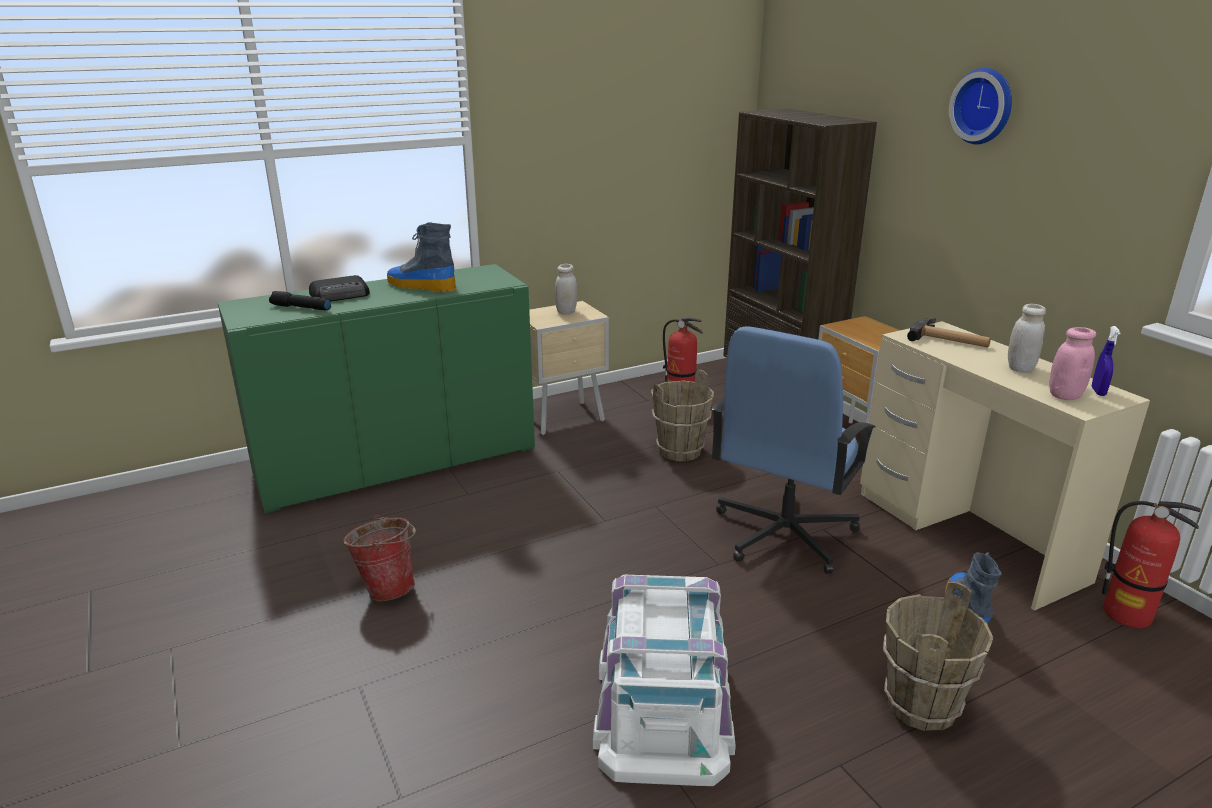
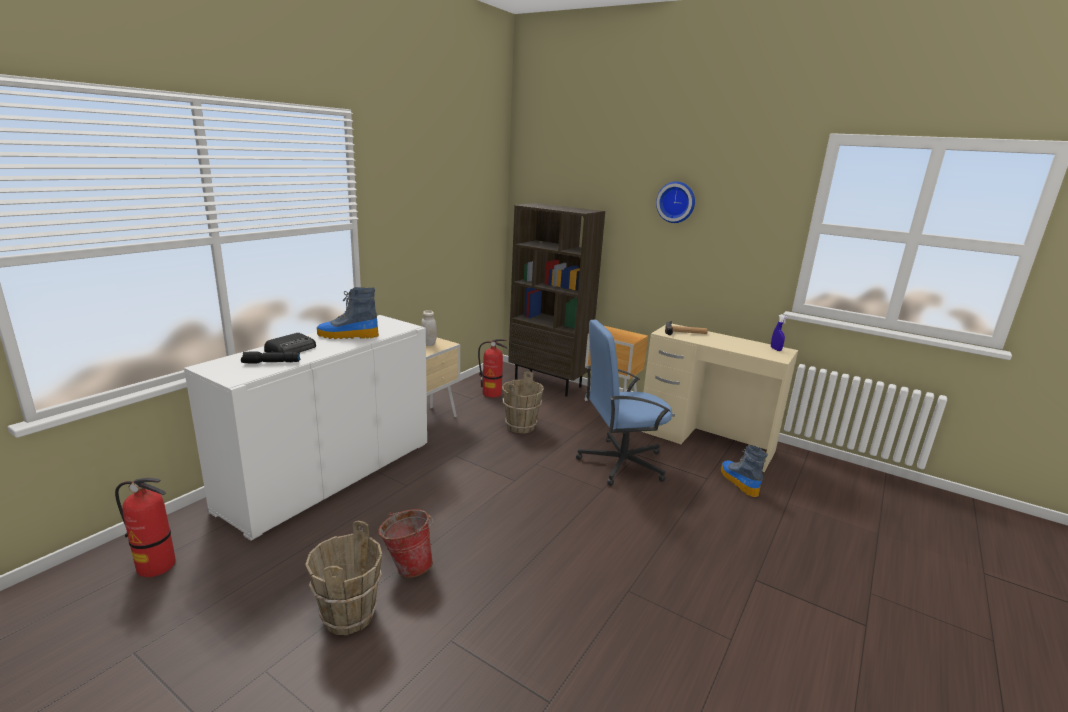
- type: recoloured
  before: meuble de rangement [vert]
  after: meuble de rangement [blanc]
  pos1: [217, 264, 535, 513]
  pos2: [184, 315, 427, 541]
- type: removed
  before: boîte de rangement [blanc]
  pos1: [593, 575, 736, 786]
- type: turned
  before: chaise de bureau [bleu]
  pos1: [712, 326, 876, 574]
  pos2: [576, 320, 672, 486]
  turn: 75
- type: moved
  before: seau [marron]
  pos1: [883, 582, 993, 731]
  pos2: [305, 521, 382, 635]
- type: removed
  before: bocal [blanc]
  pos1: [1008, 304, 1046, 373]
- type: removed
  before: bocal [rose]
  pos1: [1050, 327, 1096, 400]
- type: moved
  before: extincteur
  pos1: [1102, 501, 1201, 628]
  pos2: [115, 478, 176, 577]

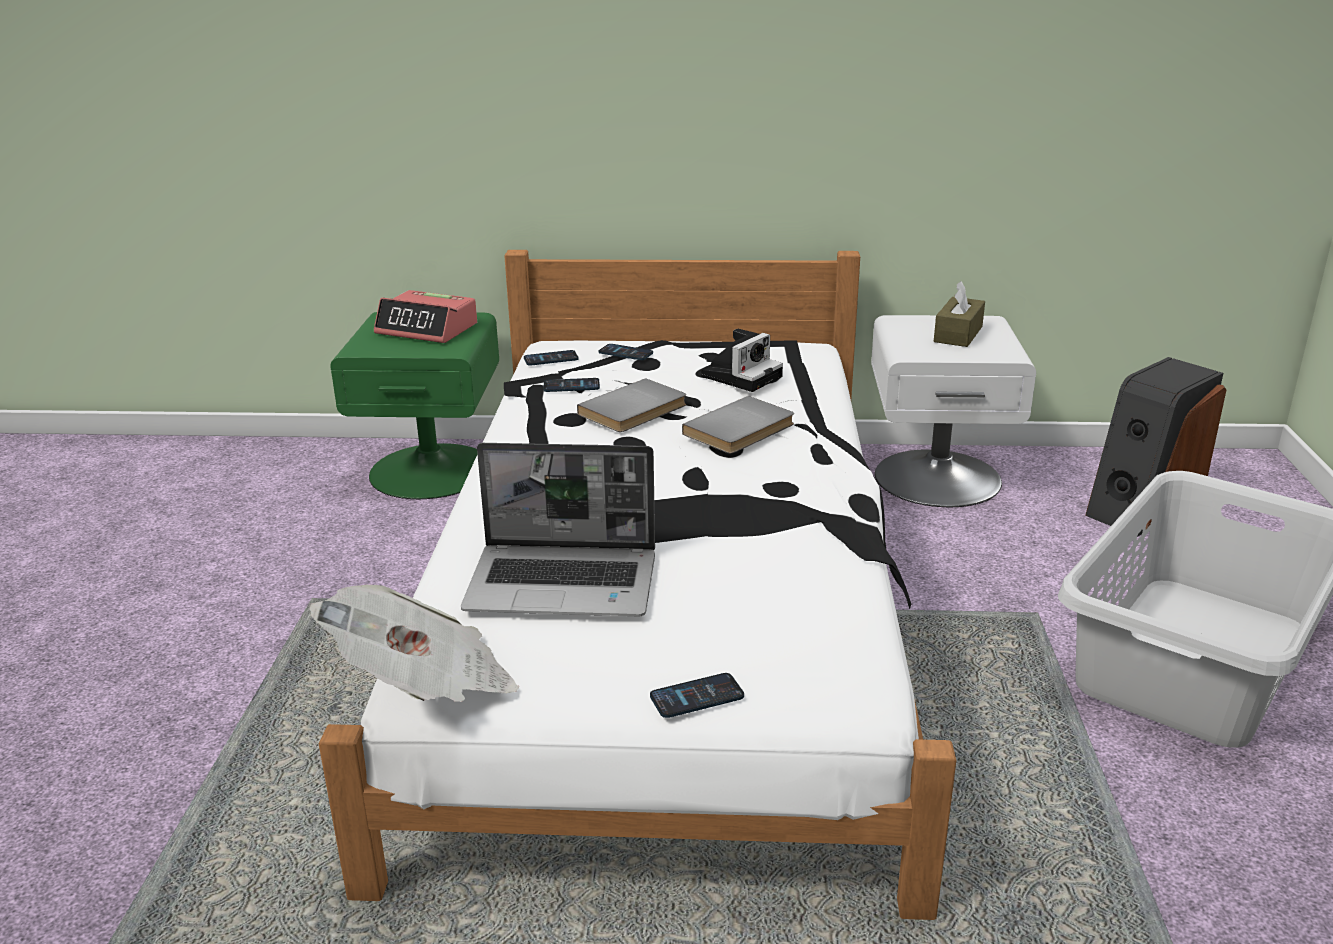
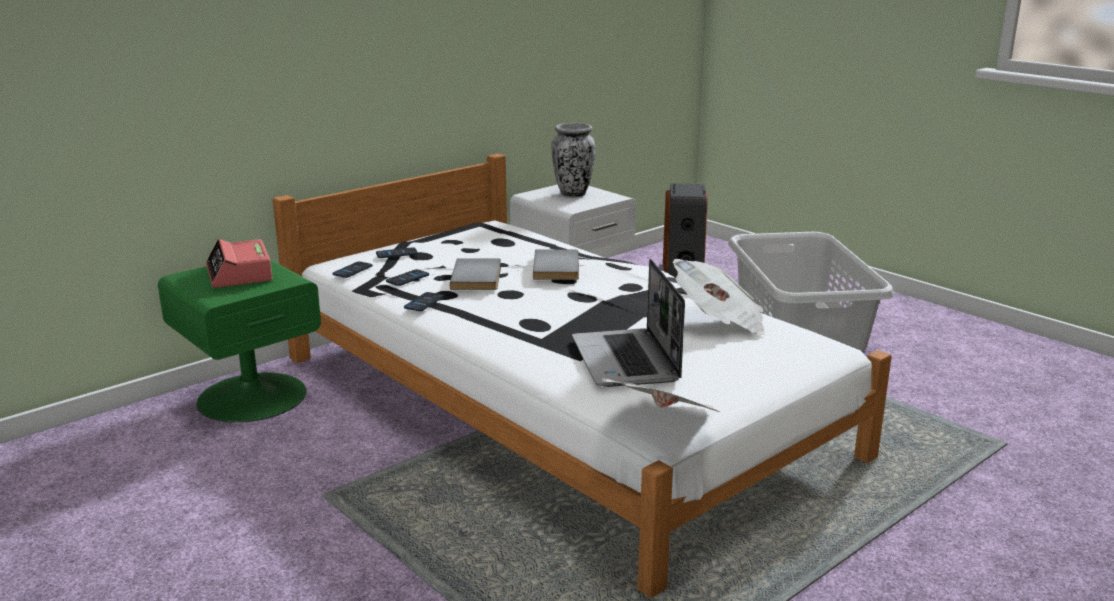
- type: turned
  before: réveil
  pos1: [374, 290, 477, 343]
  pos2: [206, 239, 273, 288]
  turn: 90
- type: turned
  before: ordinateur portable
  pos1: [461, 443, 655, 616]
  pos2: [572, 259, 685, 387]
  turn: 120
- type: moved
  before: téléphone
  pos1: [650, 673, 744, 718]
  pos2: [404, 292, 444, 311]
- type: removed
  before: appareil photo
  pos1: [701, 329, 783, 392]
- type: replaced
  before: boîte à mouchoirs [marron]
  after: vase
  pos1: [934, 281, 985, 347]
  pos2: [551, 123, 596, 197]
- type: added
  after: journal
  pos2: [673, 259, 765, 335]

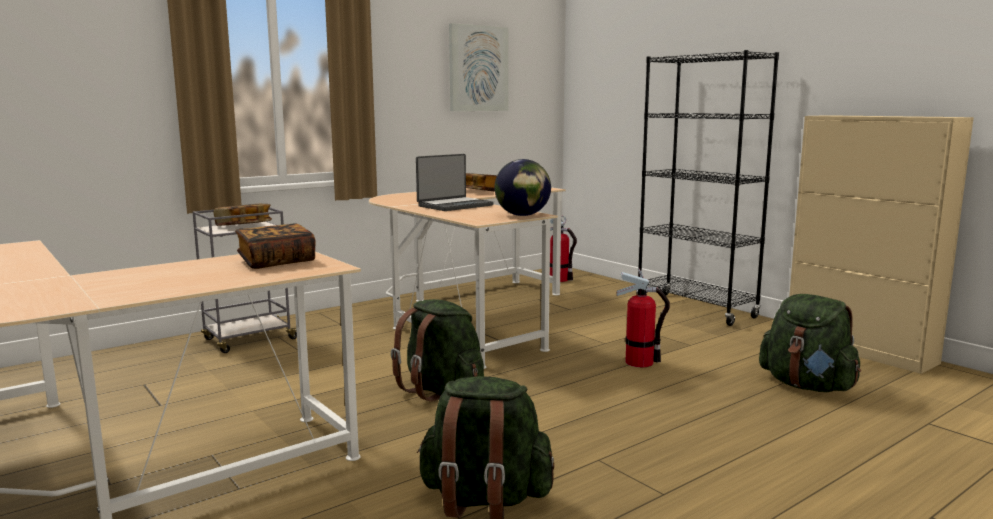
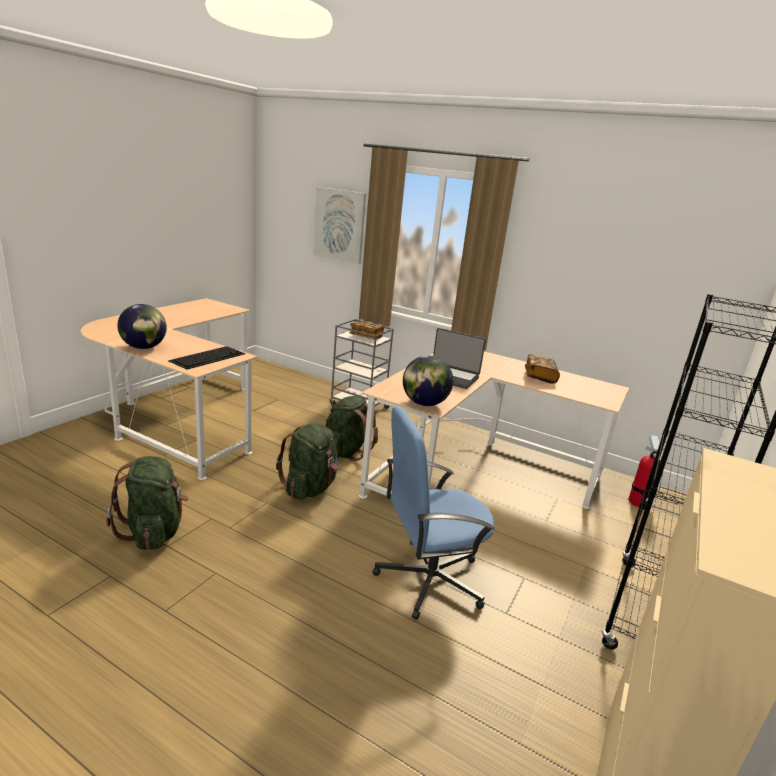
- type: replaced
  before: livre
  after: clavier
  pos1: [235, 223, 316, 269]
  pos2: [168, 346, 245, 370]
- type: moved
  before: tableau
  pos1: [449, 23, 508, 111]
  pos2: [314, 187, 366, 264]
- type: replaced
  before: extincteur
  after: chaise de bureau [bleu]
  pos1: [617, 268, 670, 367]
  pos2: [373, 406, 495, 620]
- type: moved
  before: sac à dos [vert]
  pos1: [759, 294, 861, 392]
  pos2: [326, 396, 378, 461]
- type: added
  after: globe
  pos2: [117, 304, 167, 349]

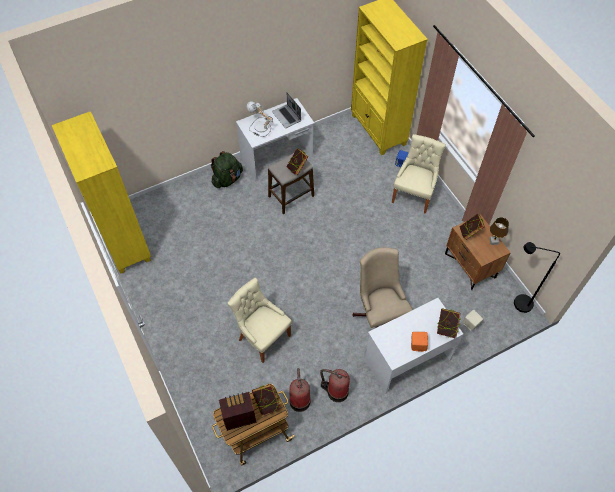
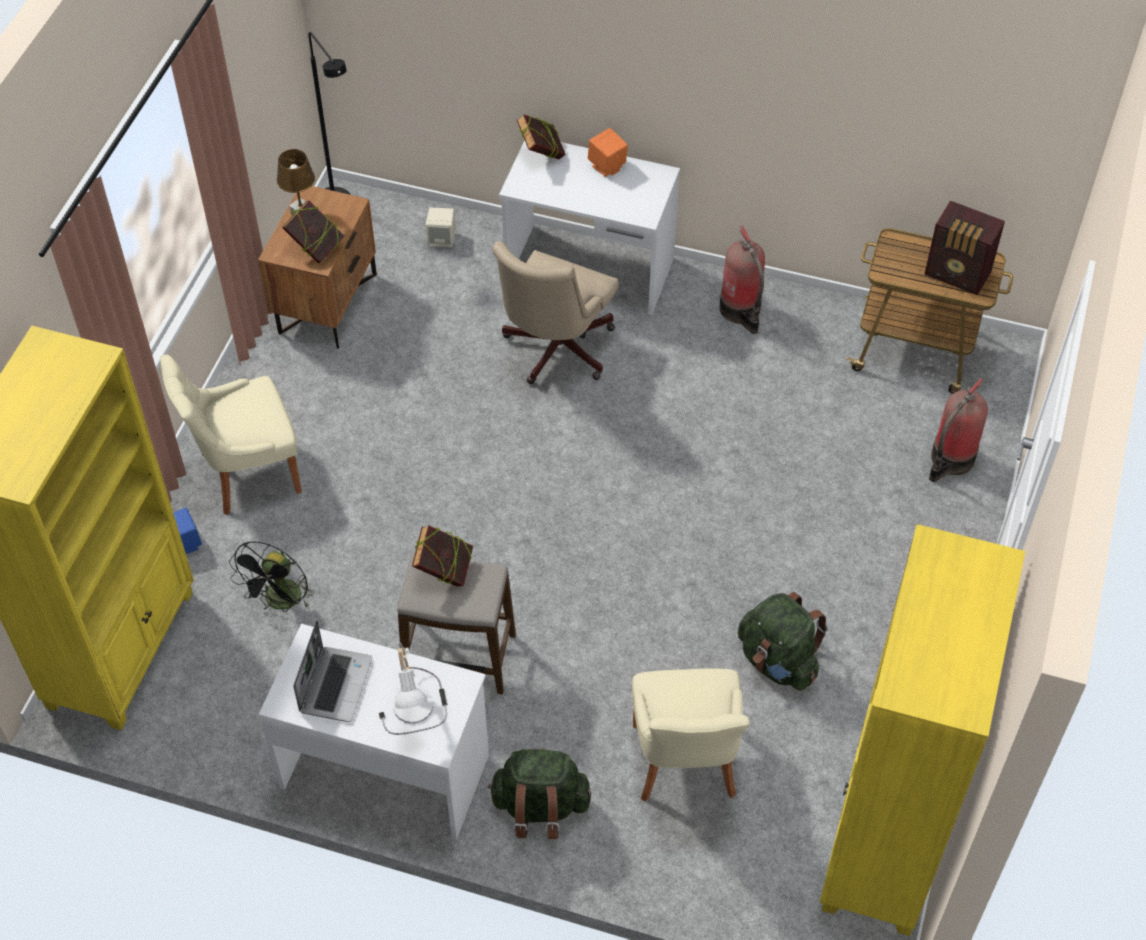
- type: moved
  before: chaise [beige]
  pos1: [227, 278, 292, 363]
  pos2: [632, 669, 750, 802]
- type: removed
  before: livre
  pos1: [252, 384, 280, 415]
- type: moved
  before: extincteur
  pos1: [289, 368, 311, 412]
  pos2: [929, 378, 988, 482]
- type: added
  after: ventilateur [noir]
  pos2: [229, 541, 314, 612]
- type: added
  after: sac à dos [vert]
  pos2: [738, 592, 828, 691]

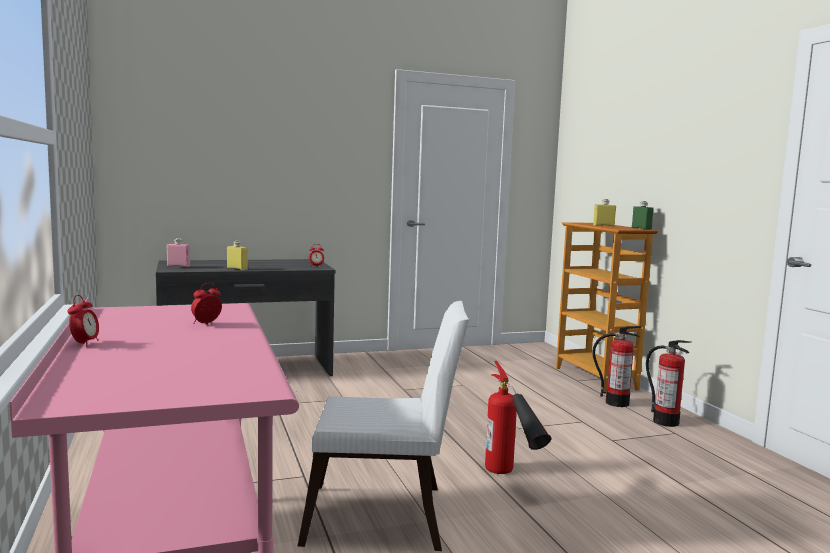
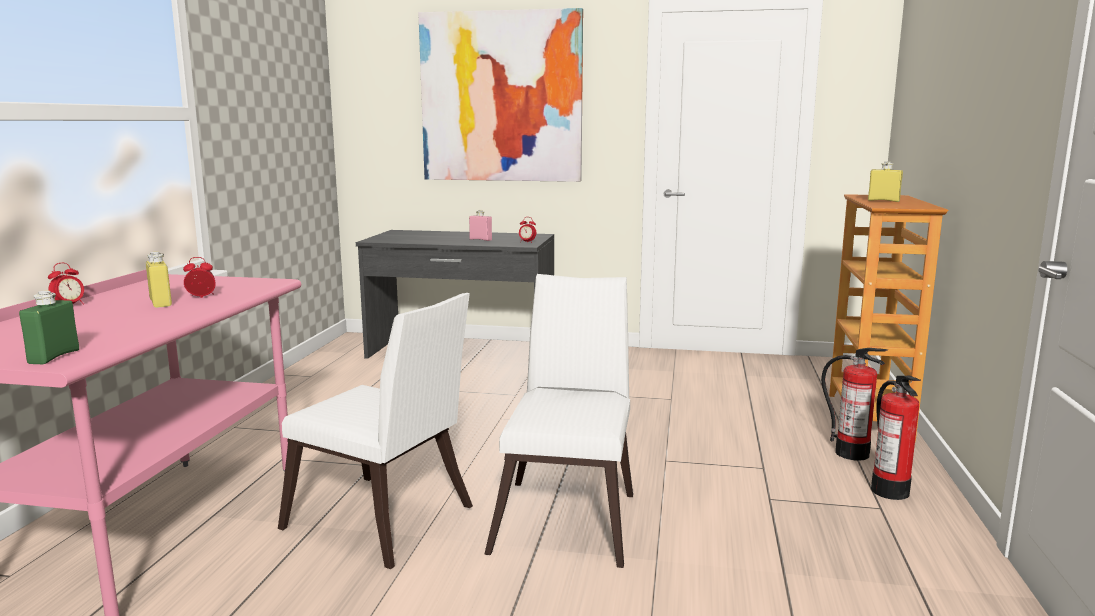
- type: moved
  before: bouteille [rose]
  pos1: [167, 238, 190, 267]
  pos2: [469, 210, 492, 241]
- type: moved
  before: bouteille [jaune]
  pos1: [227, 241, 248, 270]
  pos2: [146, 252, 172, 308]
- type: replaced
  before: extincteur
  after: chaise [blanc]
  pos1: [485, 361, 551, 474]
  pos2: [484, 274, 633, 568]
- type: moved
  before: bouteille [vert]
  pos1: [632, 201, 654, 230]
  pos2: [19, 291, 79, 364]
- type: added
  after: tableau
  pos2: [418, 8, 583, 182]

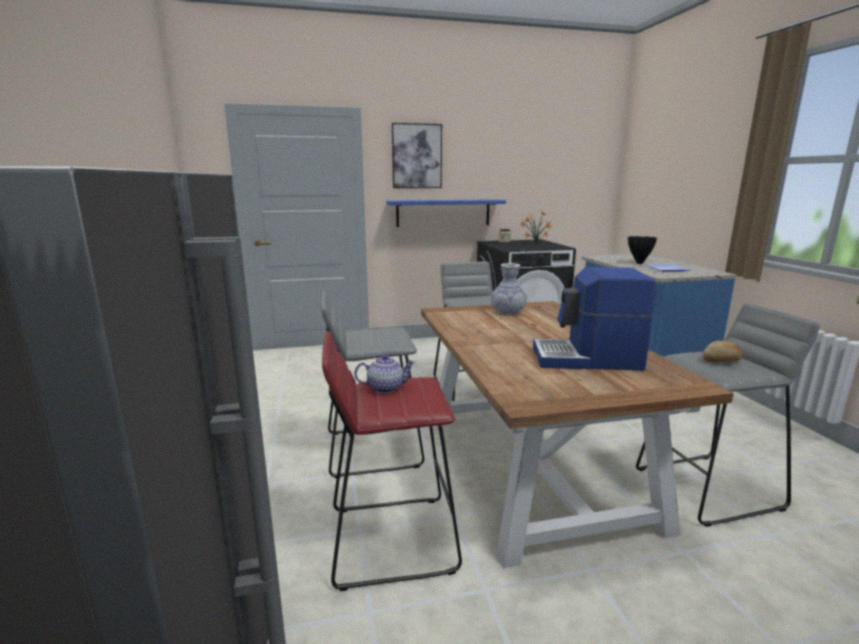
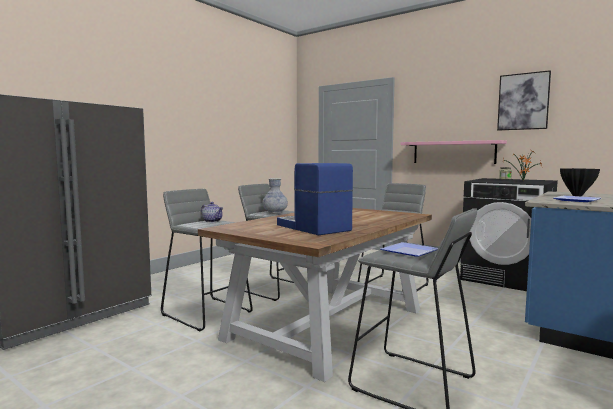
- type: recoloured
  before: tabouret [rouge]
  after: tabouret [gris]
  pos1: [322, 331, 462, 591]
  pos2: [161, 189, 253, 331]
- type: recoloured
  before: étagère [bleu]
  after: étagère [rose]
  pos1: [386, 199, 506, 227]
  pos2: [400, 140, 507, 164]
- type: moved
  before: tableau
  pos1: [392, 123, 442, 188]
  pos2: [497, 70, 551, 130]
- type: moved
  before: vase
  pos1: [491, 263, 527, 315]
  pos2: [263, 178, 288, 213]
- type: replaced
  before: pain
  after: assiette
  pos1: [702, 341, 743, 362]
  pos2: [380, 242, 438, 256]

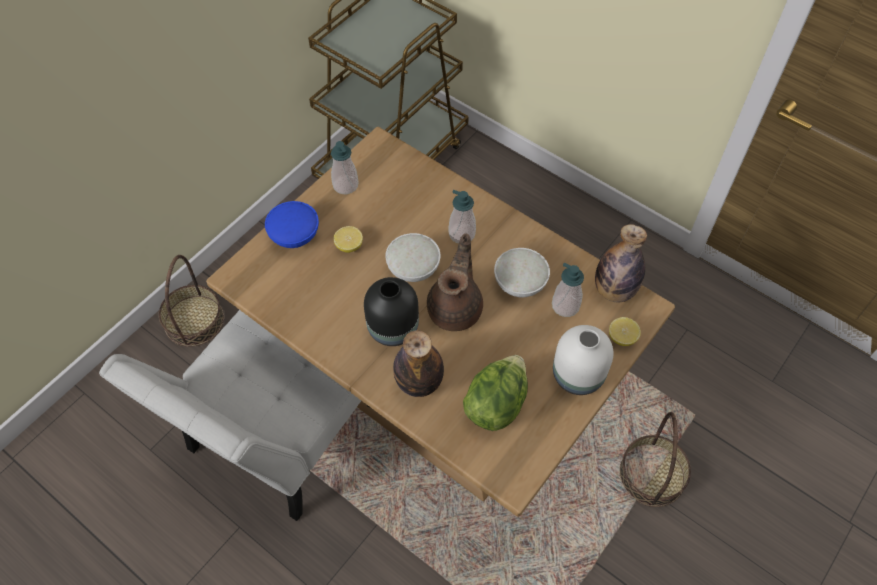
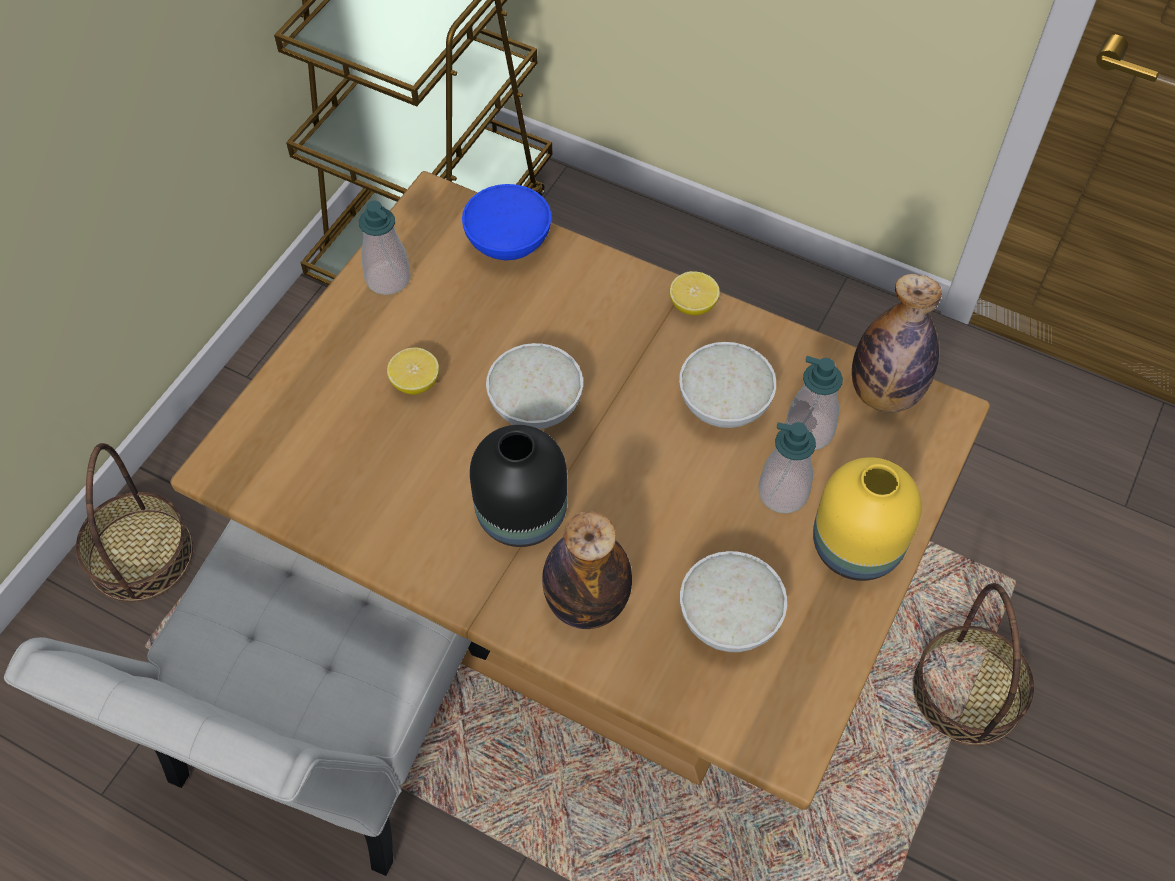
- type: moved
  before: bol [bleu]
  pos1: [265, 201, 319, 248]
  pos2: [462, 184, 551, 261]
- type: removed
  before: théière [marron]
  pos1: [427, 233, 483, 331]
- type: moved
  before: distributeur de savon
  pos1: [449, 190, 476, 243]
  pos2: [759, 422, 816, 513]
- type: replaced
  before: laitue
  after: bol [blanc]
  pos1: [463, 355, 528, 431]
  pos2: [680, 551, 787, 652]
- type: recoloured
  before: vase [blanc]
  after: vase [jaune]
  pos1: [553, 325, 614, 395]
  pos2: [813, 457, 922, 581]
- type: moved
  before: citron
  pos1: [609, 317, 641, 346]
  pos2: [670, 271, 720, 315]

